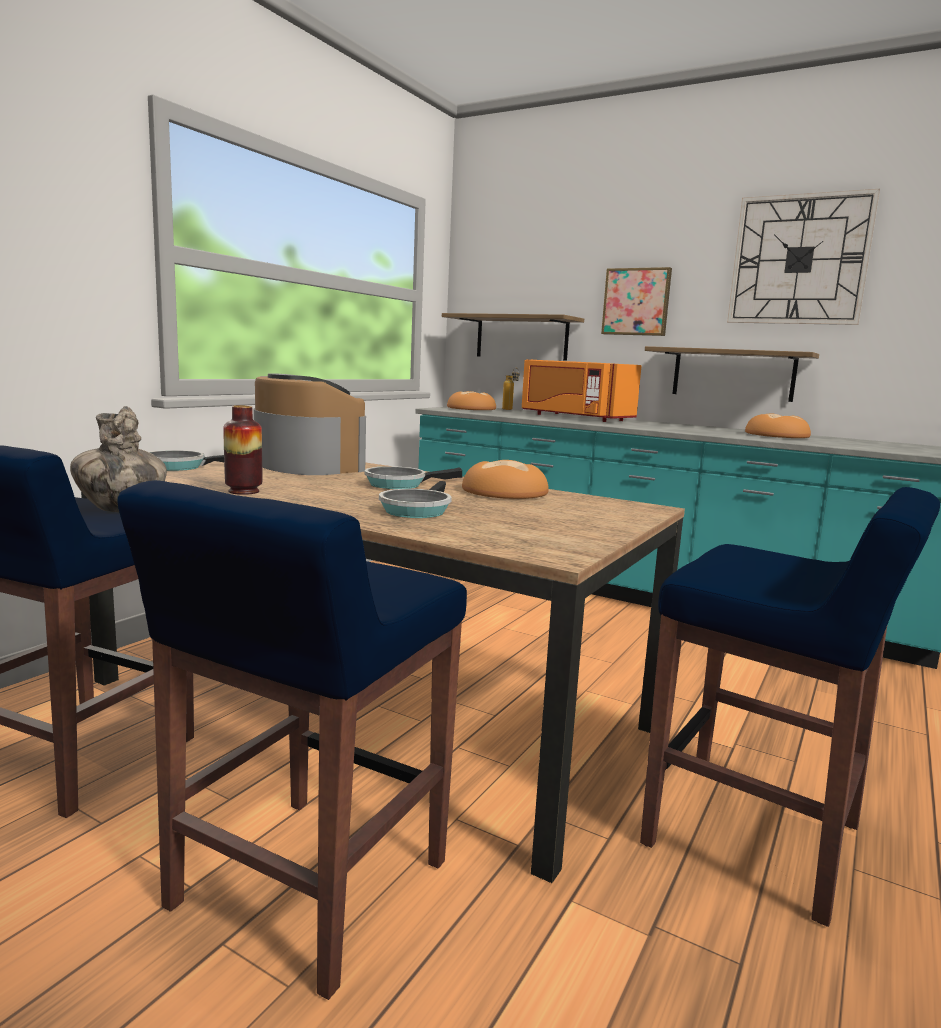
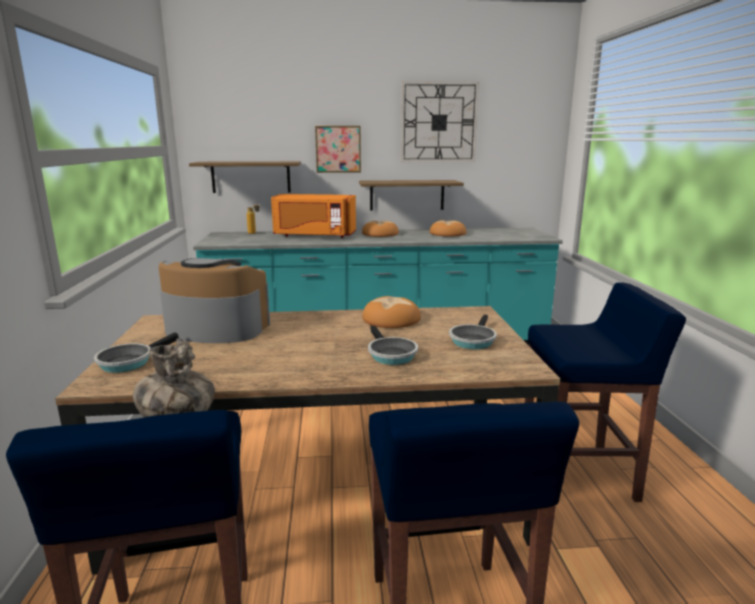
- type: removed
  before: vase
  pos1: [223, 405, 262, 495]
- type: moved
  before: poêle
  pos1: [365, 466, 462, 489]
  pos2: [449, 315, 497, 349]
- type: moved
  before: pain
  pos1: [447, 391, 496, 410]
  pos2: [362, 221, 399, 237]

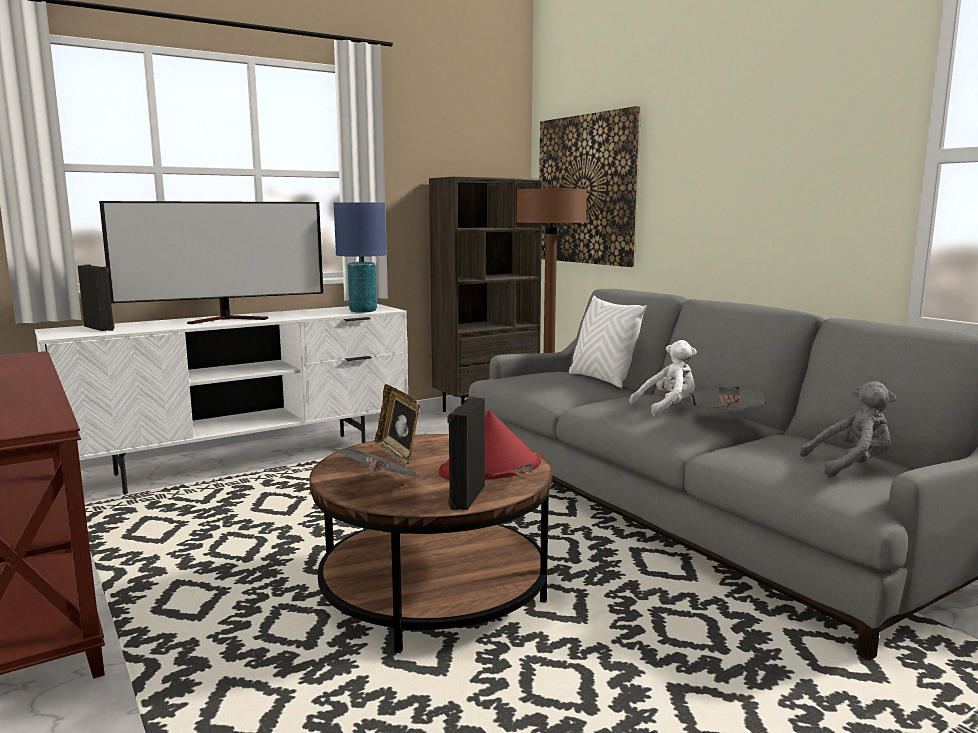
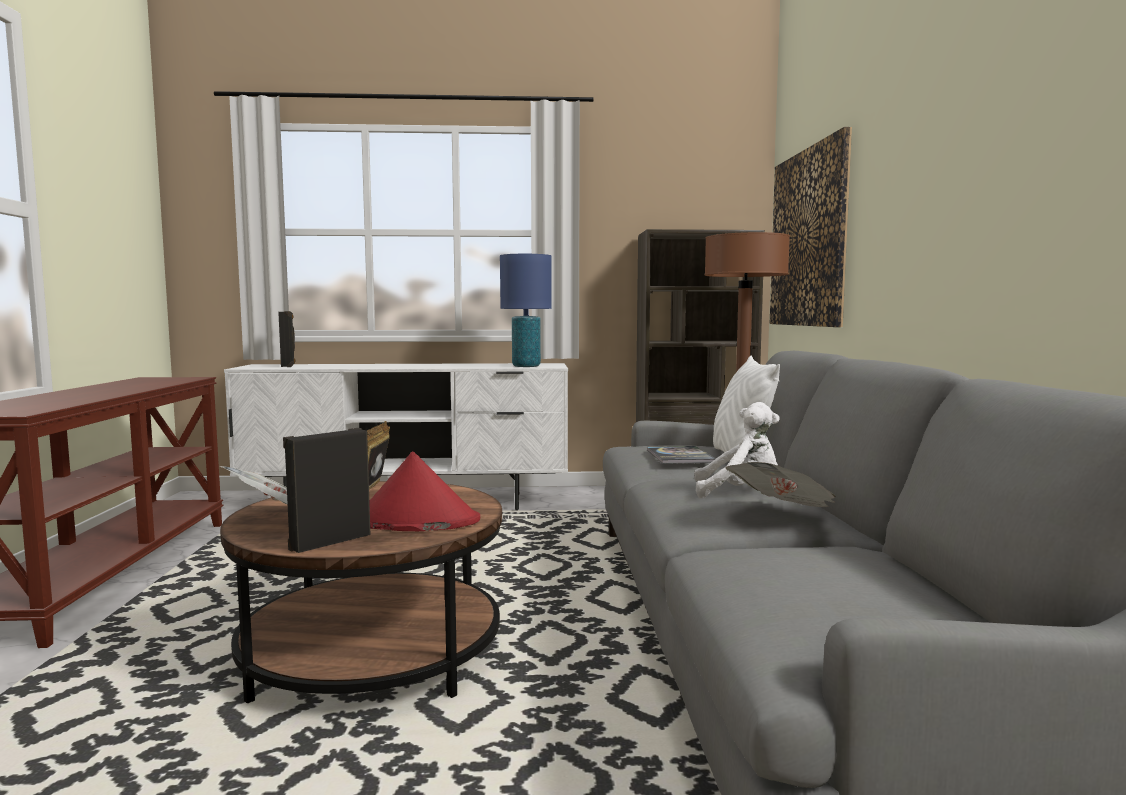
- type: removed
  before: téléviseur
  pos1: [99, 201, 323, 324]
- type: removed
  before: peluche [gris]
  pos1: [799, 381, 896, 478]
- type: added
  after: livre
  pos2: [647, 446, 716, 464]

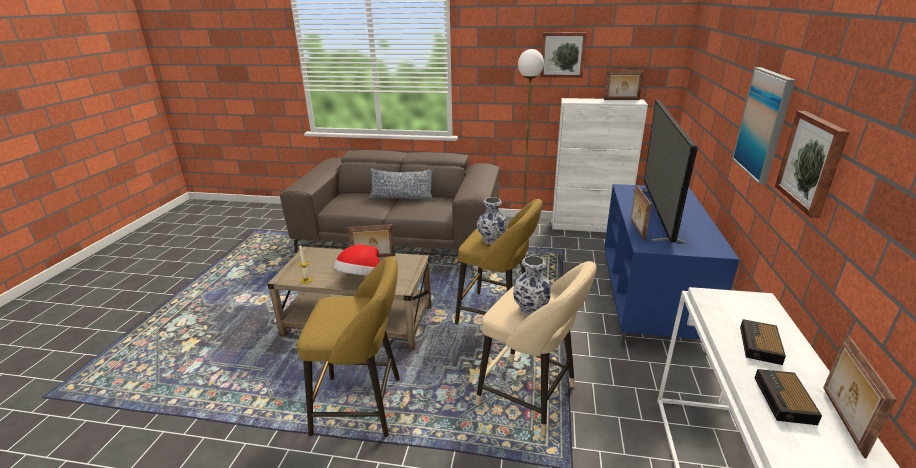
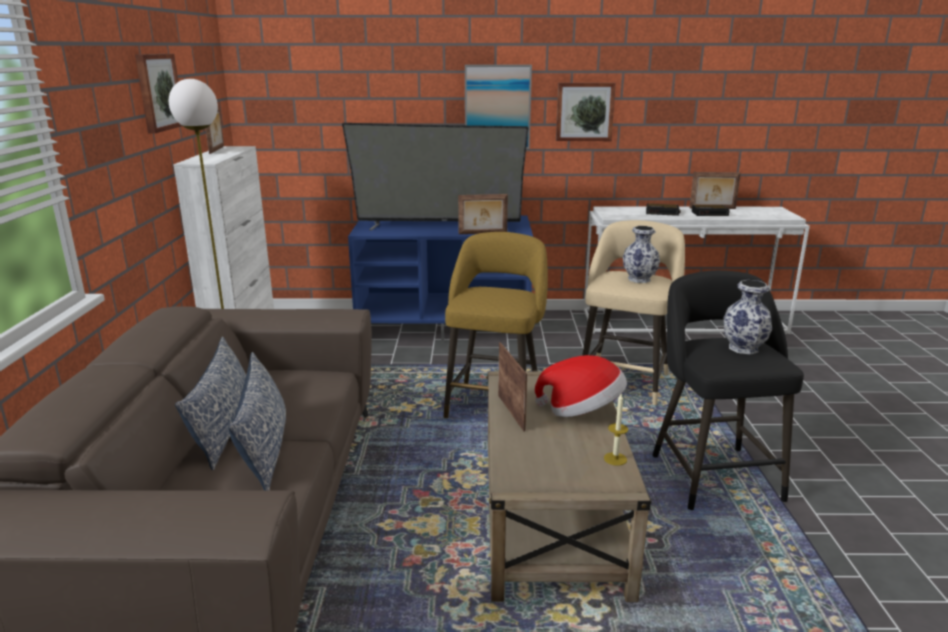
- type: recoloured
  before: tabouret [jaune]
  after: tabouret [noir]
  pos1: [297, 256, 400, 437]
  pos2: [652, 270, 804, 510]
- type: moved
  before: vase
  pos1: [477, 197, 508, 245]
  pos2: [724, 280, 772, 354]
- type: added
  after: coussin
  pos2: [228, 352, 286, 490]

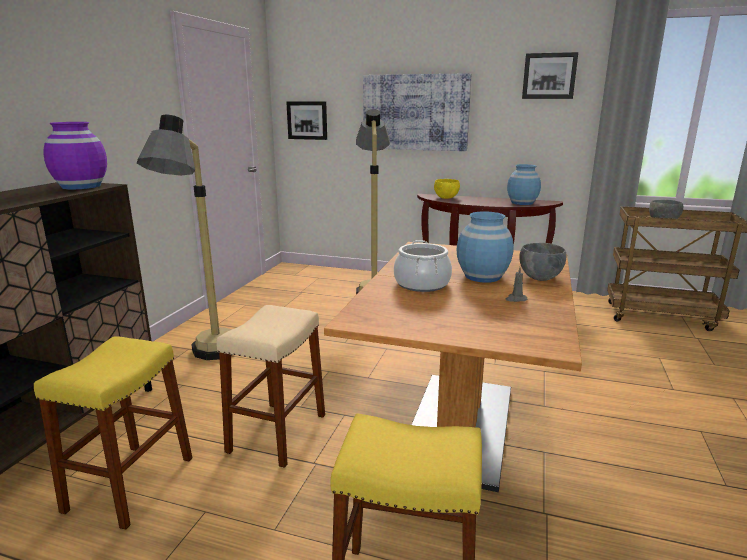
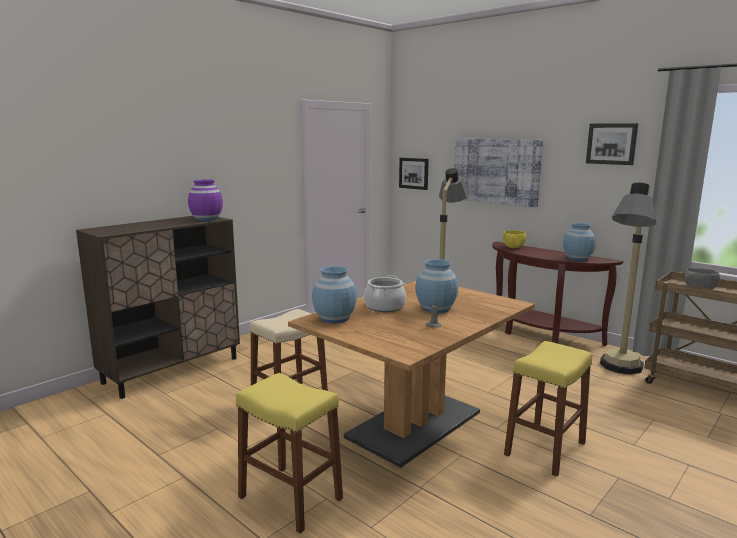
- type: moved
  before: tabouret [jaune]
  pos1: [34, 337, 192, 530]
  pos2: [504, 341, 592, 476]
- type: moved
  before: lampadaire
  pos1: [137, 114, 232, 360]
  pos2: [600, 182, 656, 375]
- type: removed
  before: bol [gris]
  pos1: [519, 243, 566, 281]
- type: added
  after: vase [bleu]
  pos2: [312, 266, 357, 323]

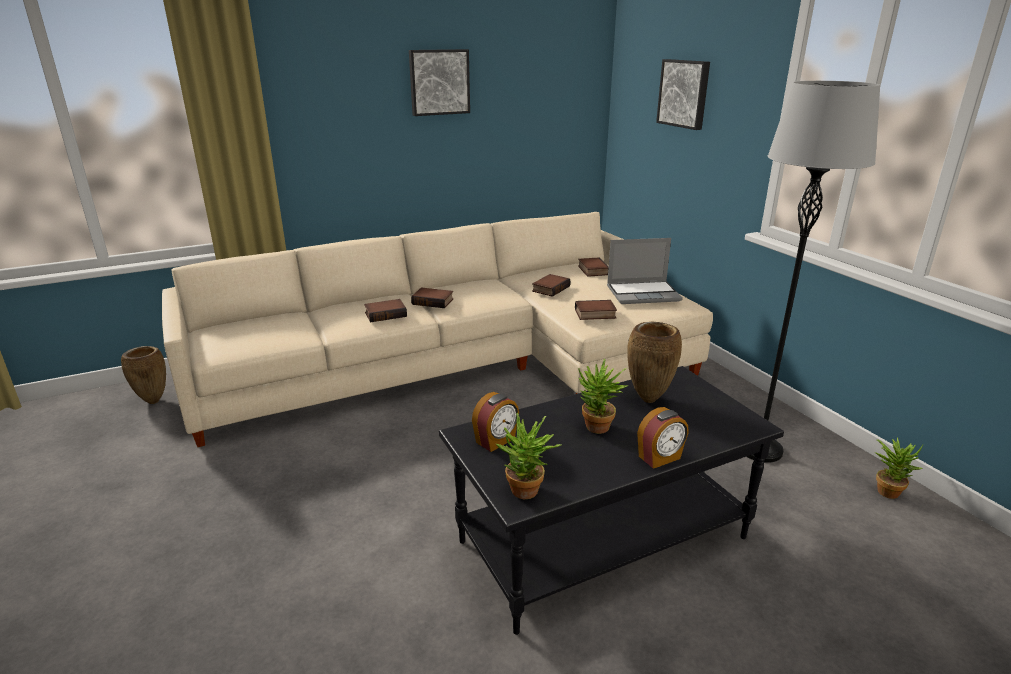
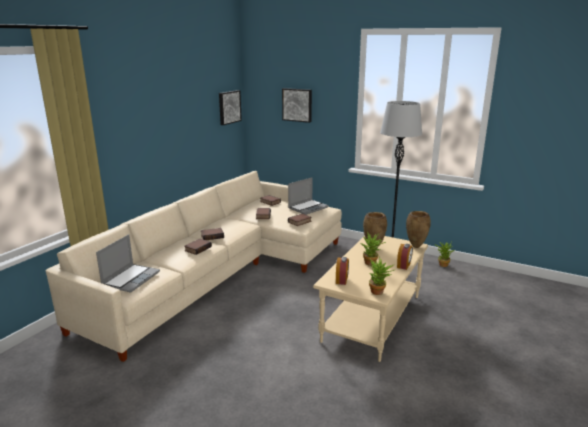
- type: moved
  before: vase [marron]
  pos1: [121, 346, 166, 404]
  pos2: [406, 211, 431, 248]
- type: moved
  before: tableau
  pos1: [409, 49, 470, 116]
  pos2: [219, 90, 242, 125]
- type: recoloured
  before: table basse [noir]
  after: table basse [beige]
  pos1: [439, 366, 784, 635]
  pos2: [313, 236, 428, 362]
- type: added
  after: ordinateur portable
  pos2: [96, 234, 160, 293]

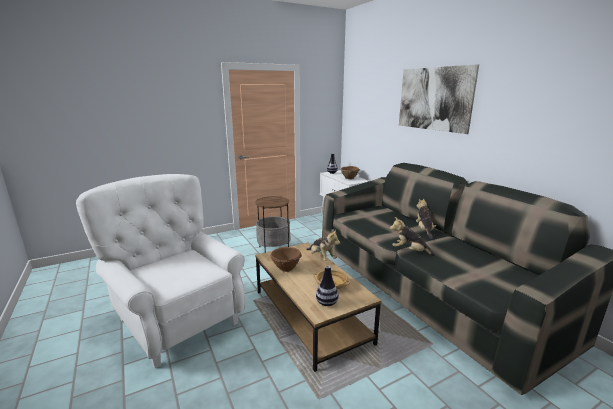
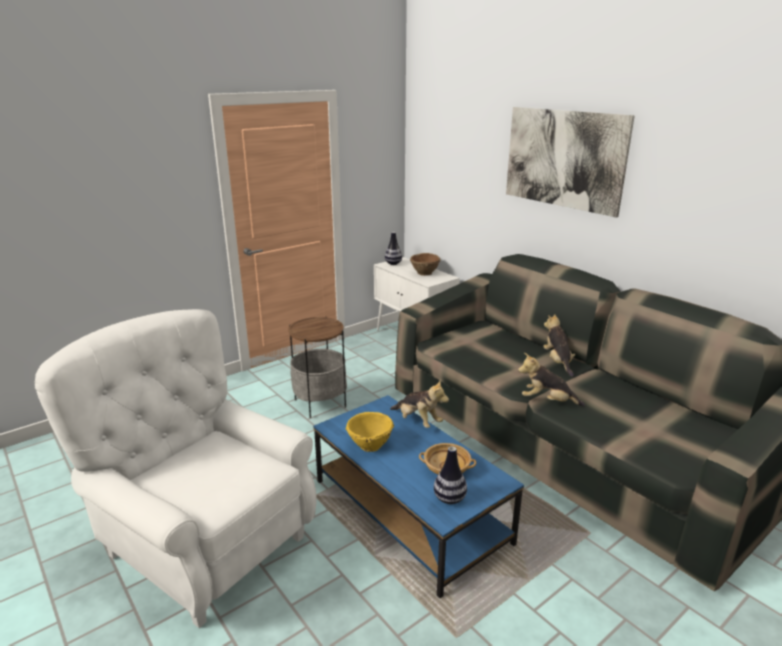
- type: recoloured
  before: table basse [marron]
  after: table basse [bleu]
  pos1: [255, 243, 382, 372]
  pos2: [313, 395, 524, 598]
- type: recoloured
  before: bol [marron]
  after: bol [jaune]
  pos1: [270, 247, 302, 272]
  pos2: [345, 412, 394, 452]

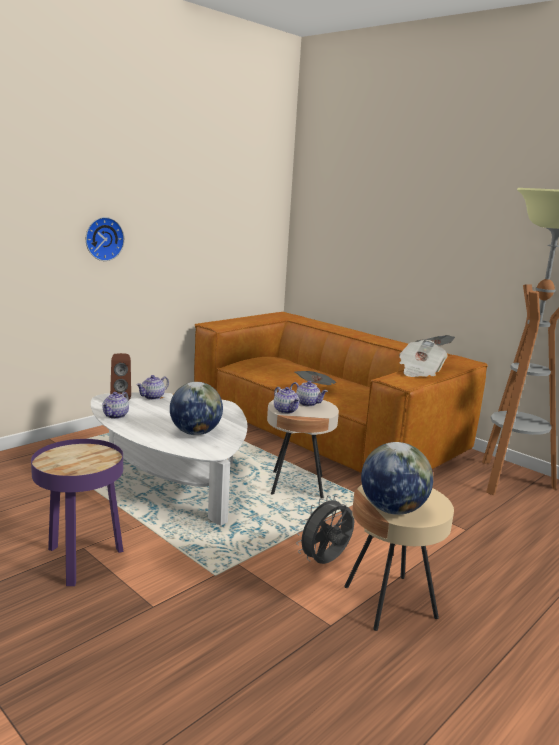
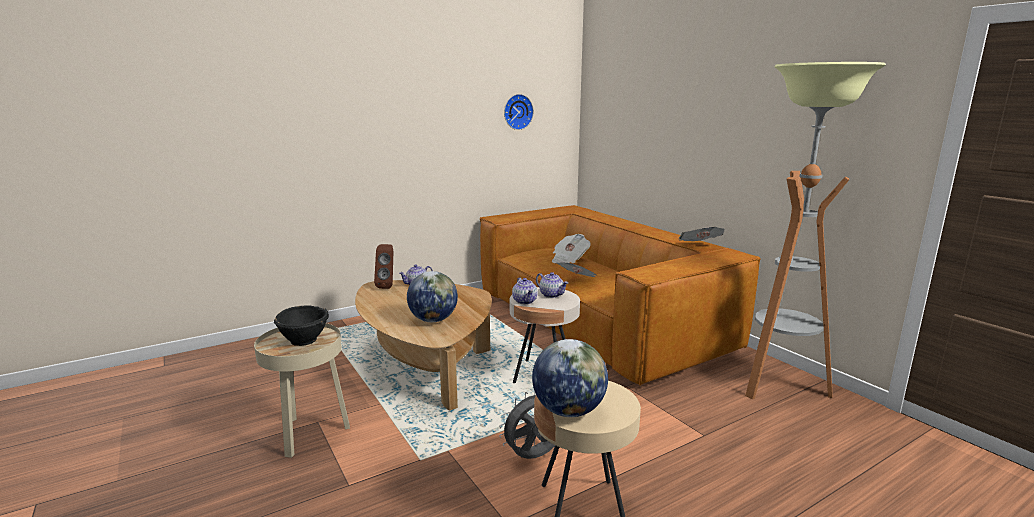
- type: recoloured
  before: table d'appoint [violet]
  after: table d'appoint [beige]
  pos1: [31, 439, 123, 586]
  pos2: [254, 323, 350, 458]
- type: moved
  before: horloge murale
  pos1: [86, 217, 124, 261]
  pos2: [504, 94, 534, 130]
- type: recoloured
  before: table basse [blanc]
  after: table basse [marron]
  pos1: [91, 392, 247, 525]
  pos2: [355, 280, 492, 410]
- type: removed
  before: théière
  pos1: [102, 392, 129, 419]
- type: moved
  before: journal
  pos1: [399, 340, 448, 377]
  pos2: [552, 234, 591, 263]
- type: added
  after: bol [noir]
  pos2: [274, 305, 329, 346]

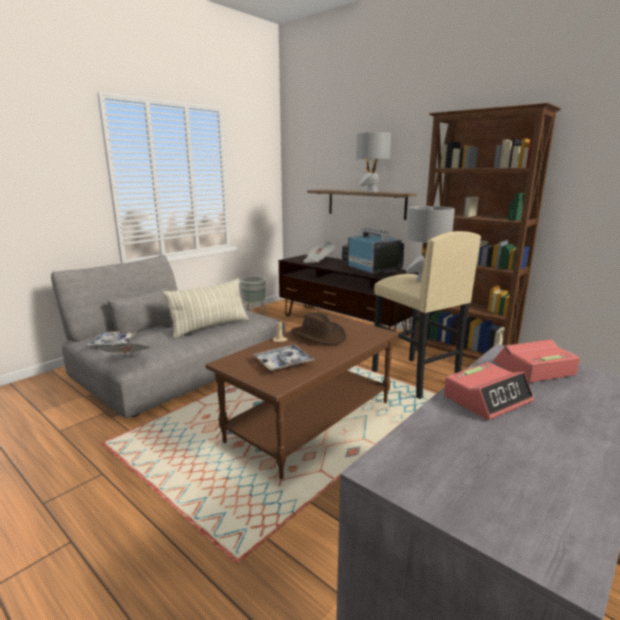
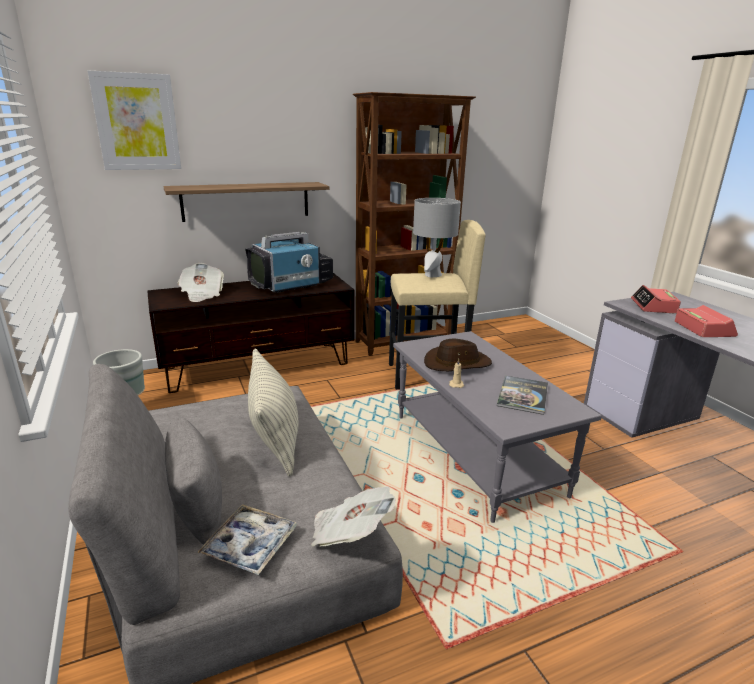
- type: recoloured
  before: table basse [marron]
  after: table basse [gris]
  pos1: [205, 315, 399, 479]
  pos2: [393, 331, 602, 523]
- type: replaced
  before: plateau
  after: livre
  pos1: [253, 345, 315, 371]
  pos2: [497, 376, 548, 415]
- type: turned
  before: téléviseur
  pos1: [342, 228, 404, 275]
  pos2: [245, 232, 333, 293]
  turn: 150
- type: removed
  before: lampe de table [gris]
  pos1: [356, 132, 391, 192]
- type: added
  after: tableau
  pos2: [88, 71, 181, 170]

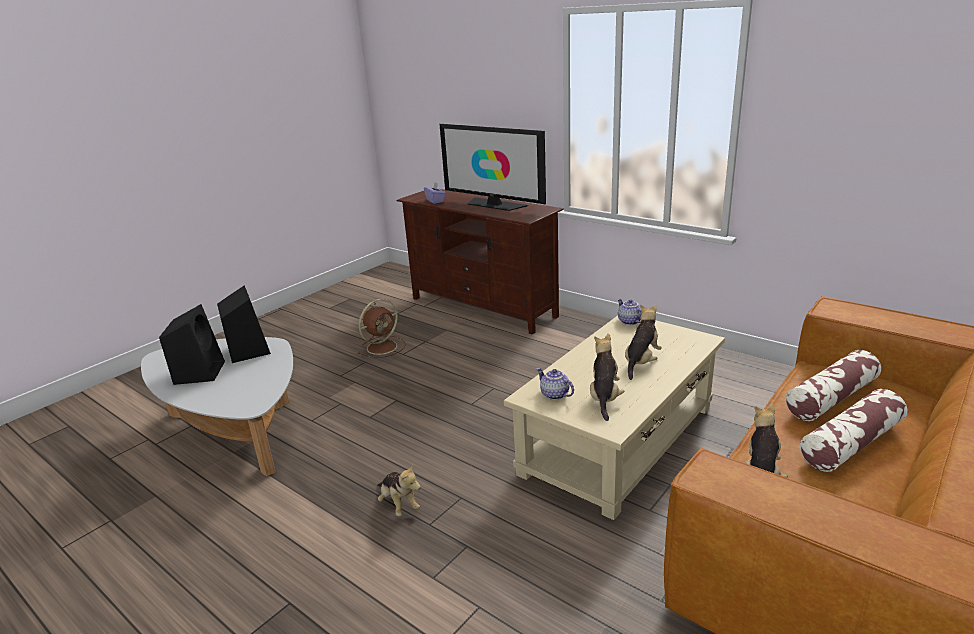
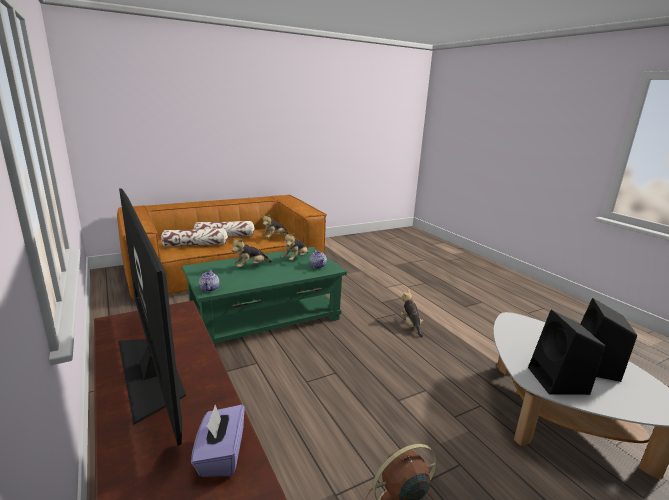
- type: recoloured
  before: table basse [beige]
  after: table basse [vert]
  pos1: [504, 316, 725, 520]
  pos2: [182, 247, 347, 346]

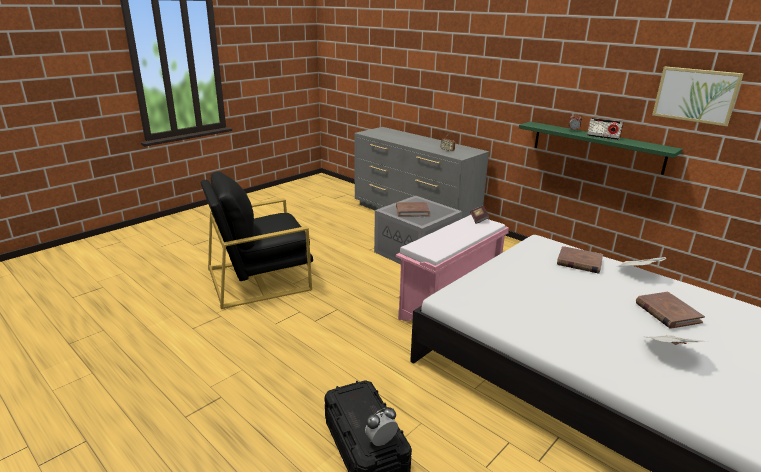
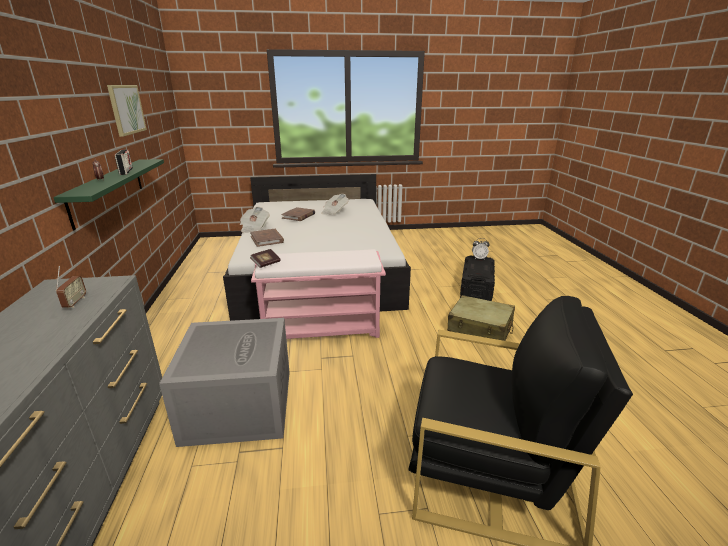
- type: removed
  before: livre [marron]
  pos1: [396, 202, 430, 216]
- type: added
  after: valise [beige]
  pos2: [447, 295, 515, 341]

